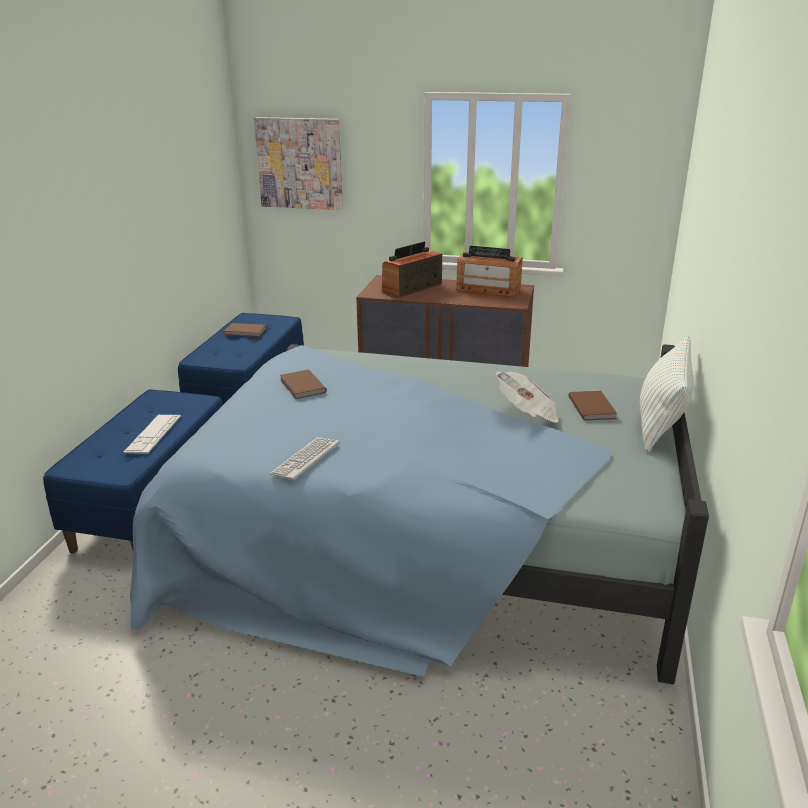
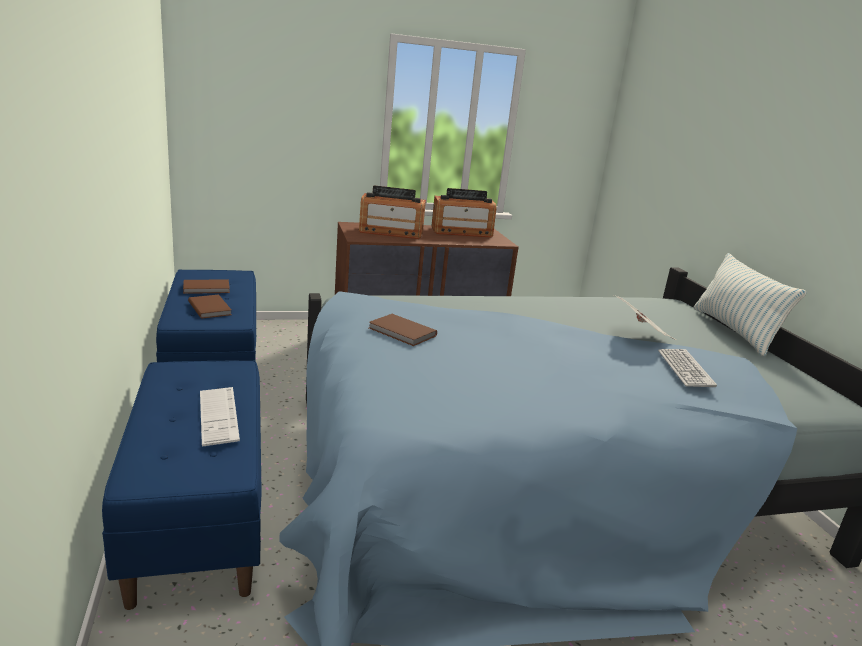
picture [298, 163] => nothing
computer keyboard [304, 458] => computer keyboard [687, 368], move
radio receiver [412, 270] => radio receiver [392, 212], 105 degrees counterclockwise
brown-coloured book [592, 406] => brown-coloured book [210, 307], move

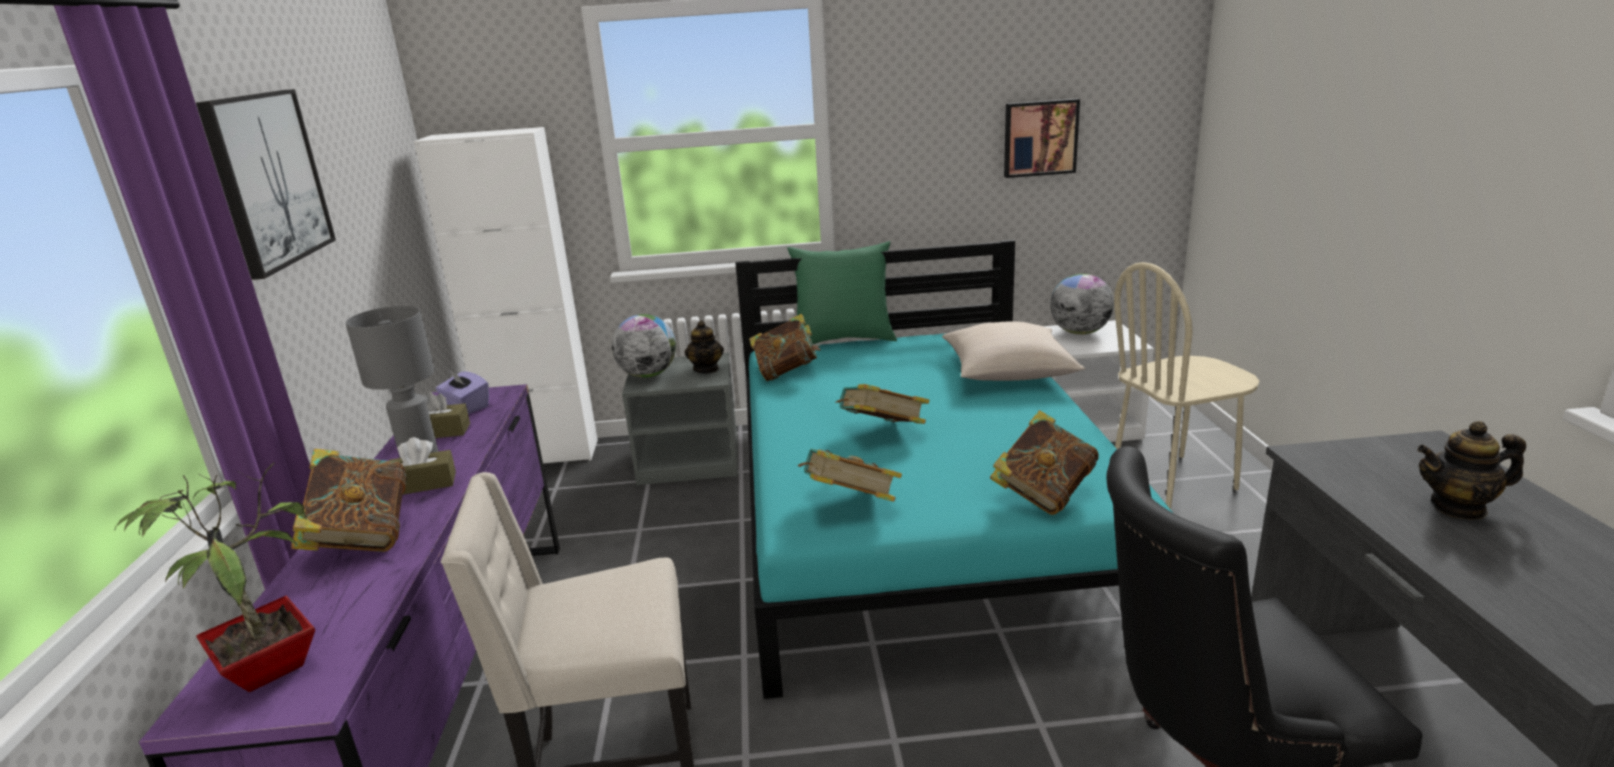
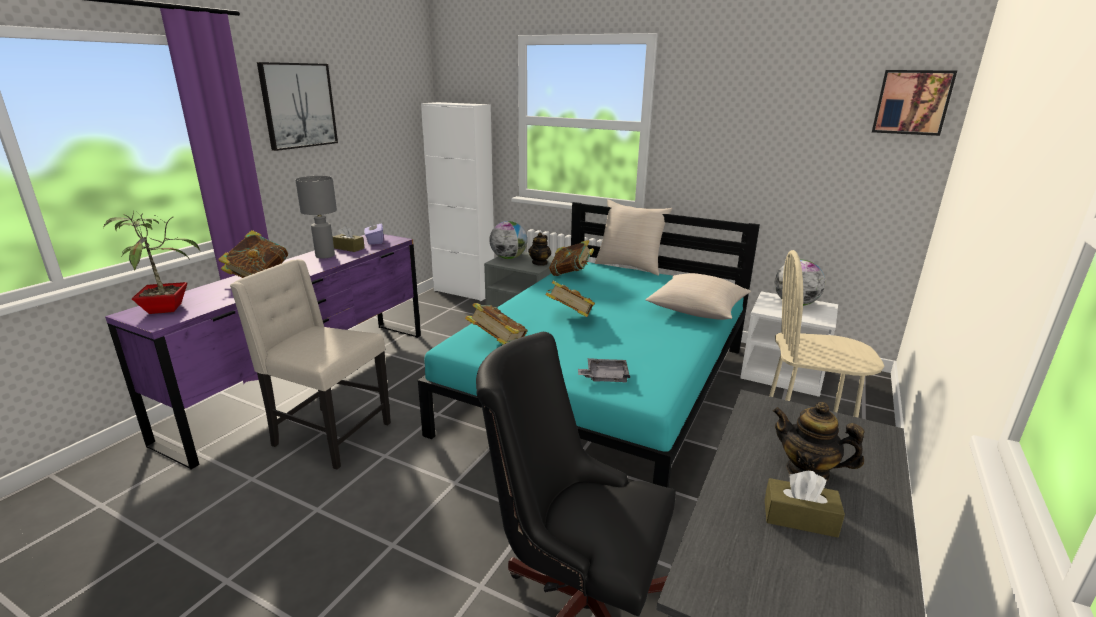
brown-coloured tissue holder [422, 466] => brown-coloured tissue holder [805, 504], move
green throw pillow [842, 292] => beige throw pillow [633, 237]
book [1044, 462] => gray tray [604, 370]
picture [1042, 138] => picture [914, 103], move

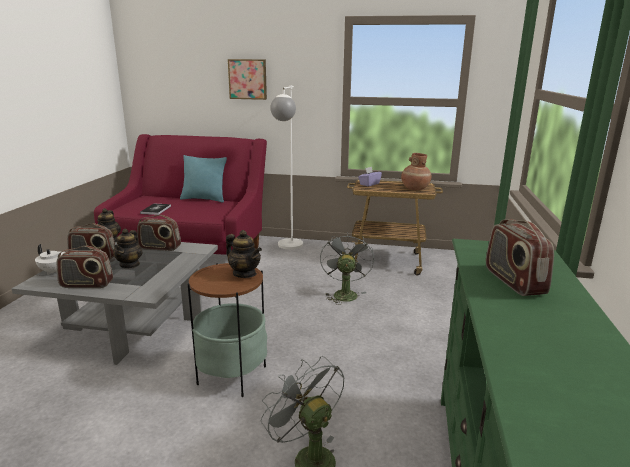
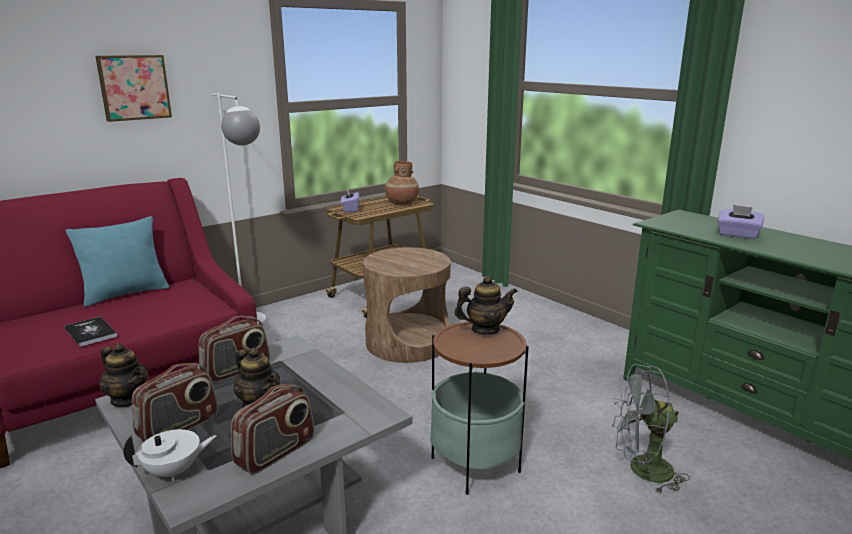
gray electric fan [347, 268] => brown-coloured accent table [407, 305]
radio receiver [520, 257] => purple tissue holder [741, 222]

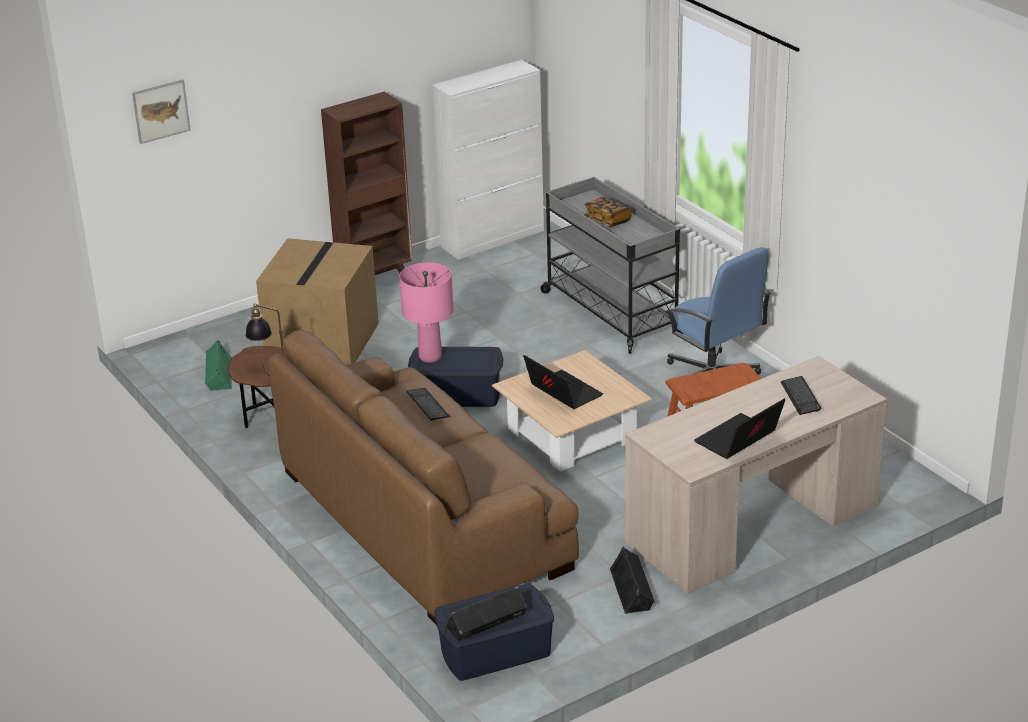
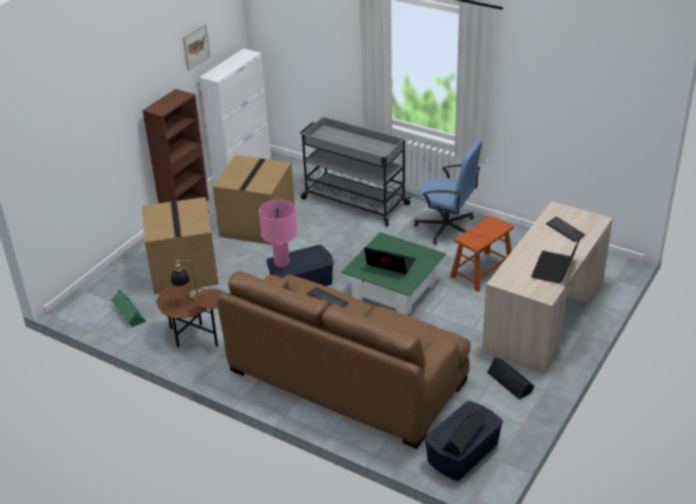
picture [161, 112] => picture [196, 47], move
beige lounge table [572, 410] => green lounge table [393, 273]
book [608, 212] => nothing
nothing => carton [254, 200]

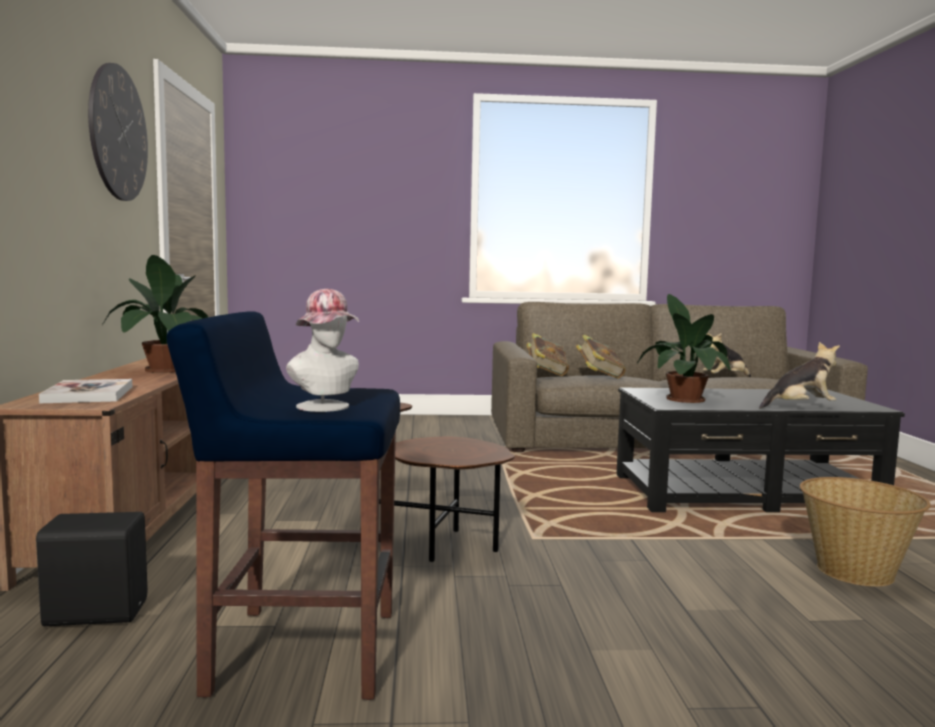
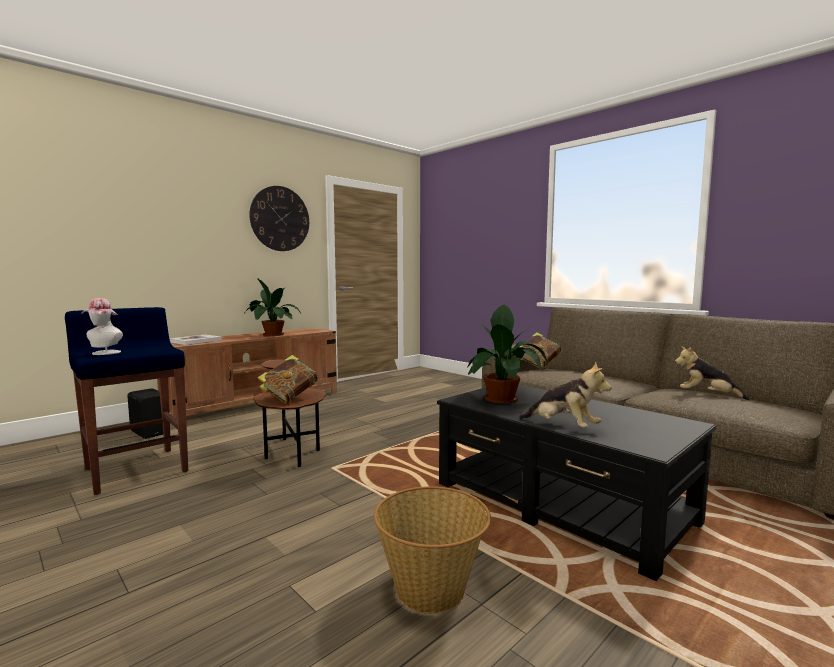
book [601, 357] => book [288, 379], move

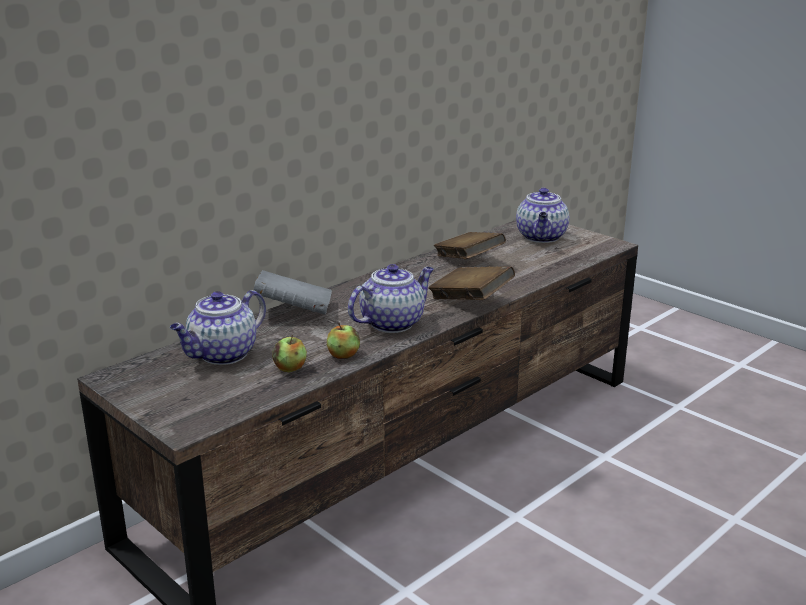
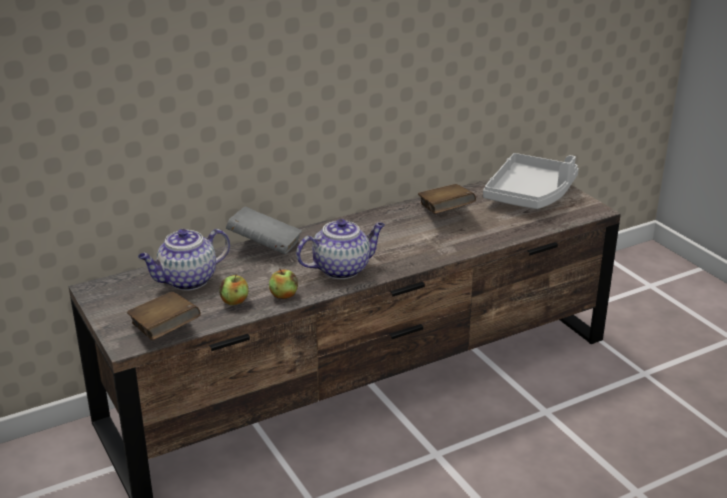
brown-coloured book [471, 283] => brown-coloured book [164, 316], move
teapot [542, 215] => gray tray [531, 181]

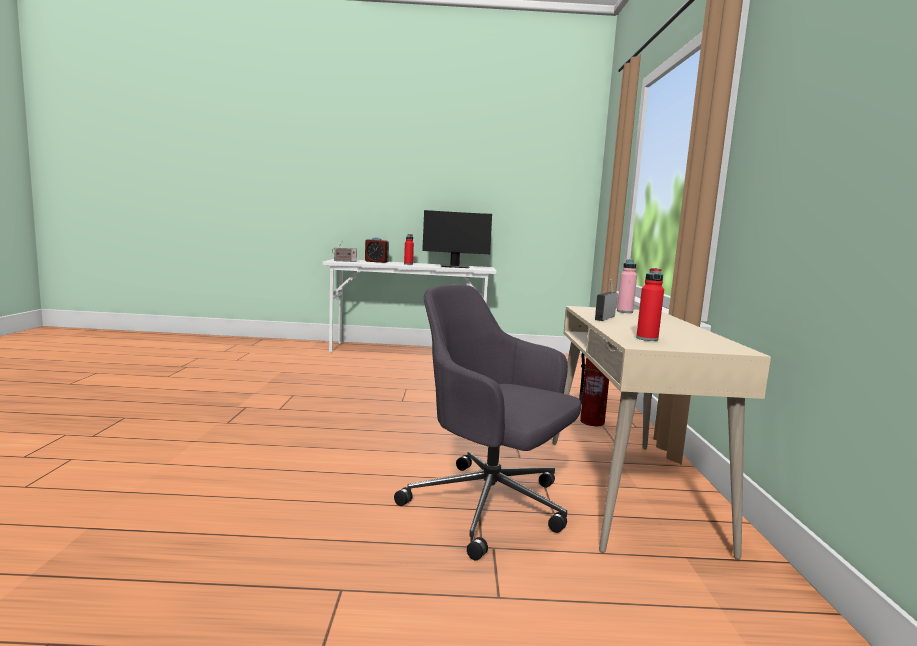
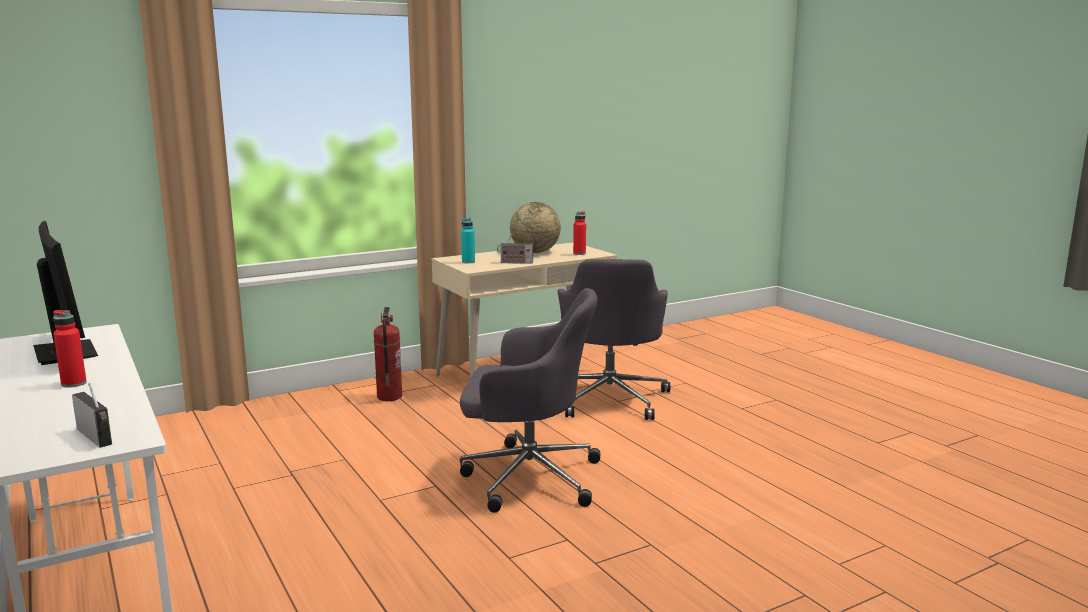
table clock [377, 250] => nothing
pink bottle [627, 286] => turquoise bottle [468, 240]
nothing => gray computer chair [530, 400]
nothing => globe [535, 227]

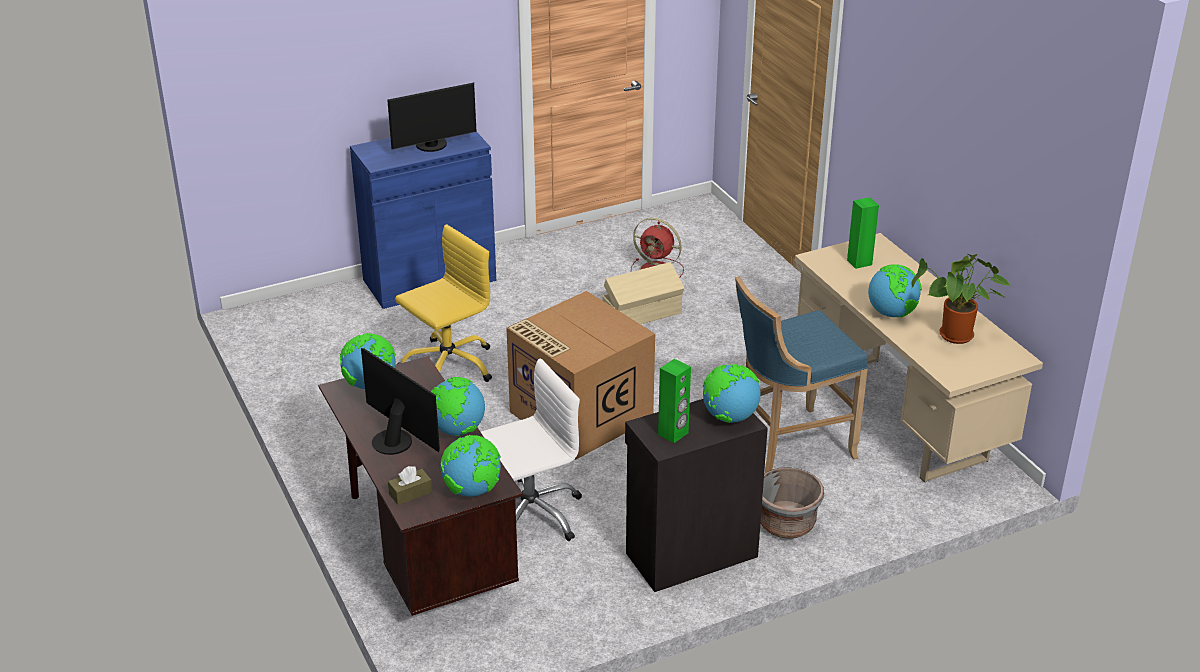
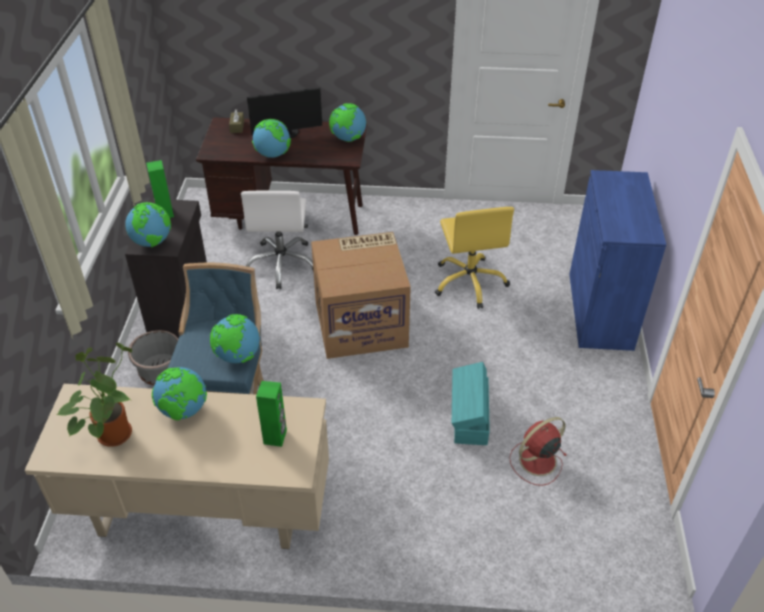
computer screen [431, 117] => nothing
globe [470, 466] => globe [235, 338], move
beige storage container [643, 293] => turquoise storage container [471, 403]

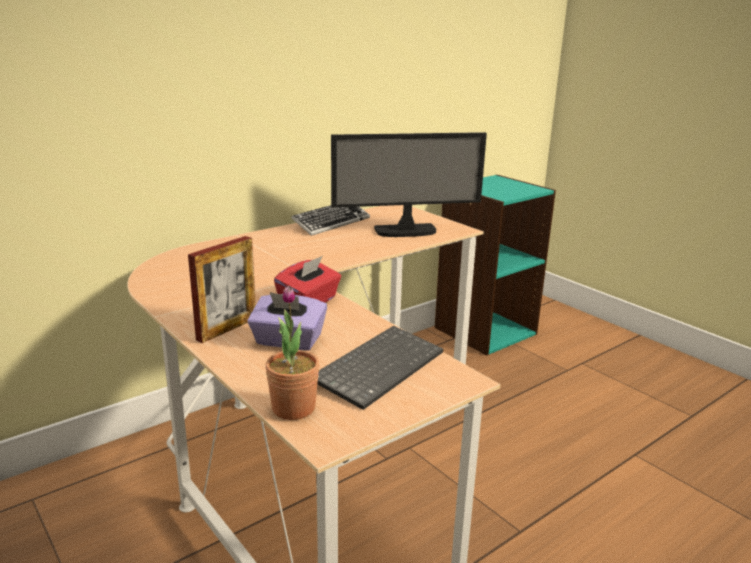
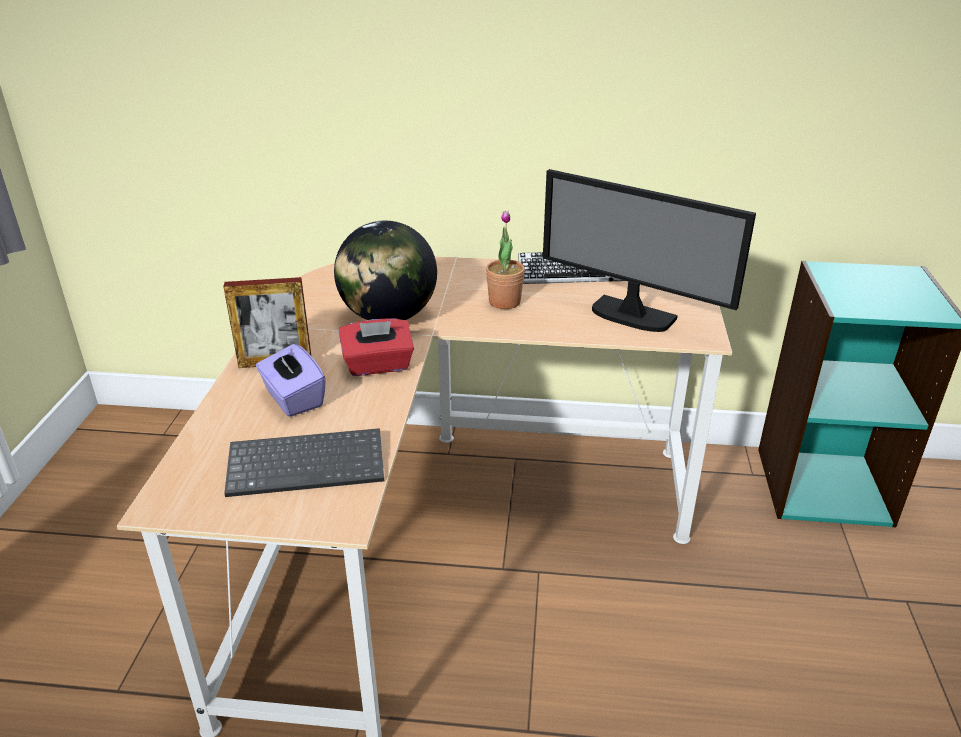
plant in a pot [292, 353] => plant in a pot [505, 260], move
nothing => globe [385, 270]

